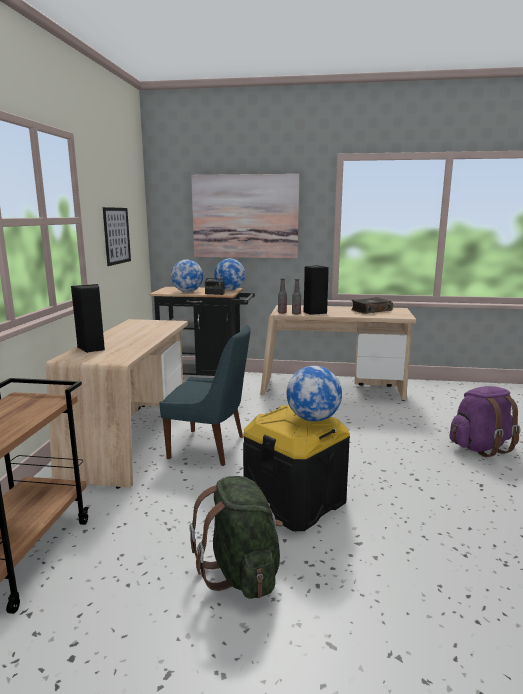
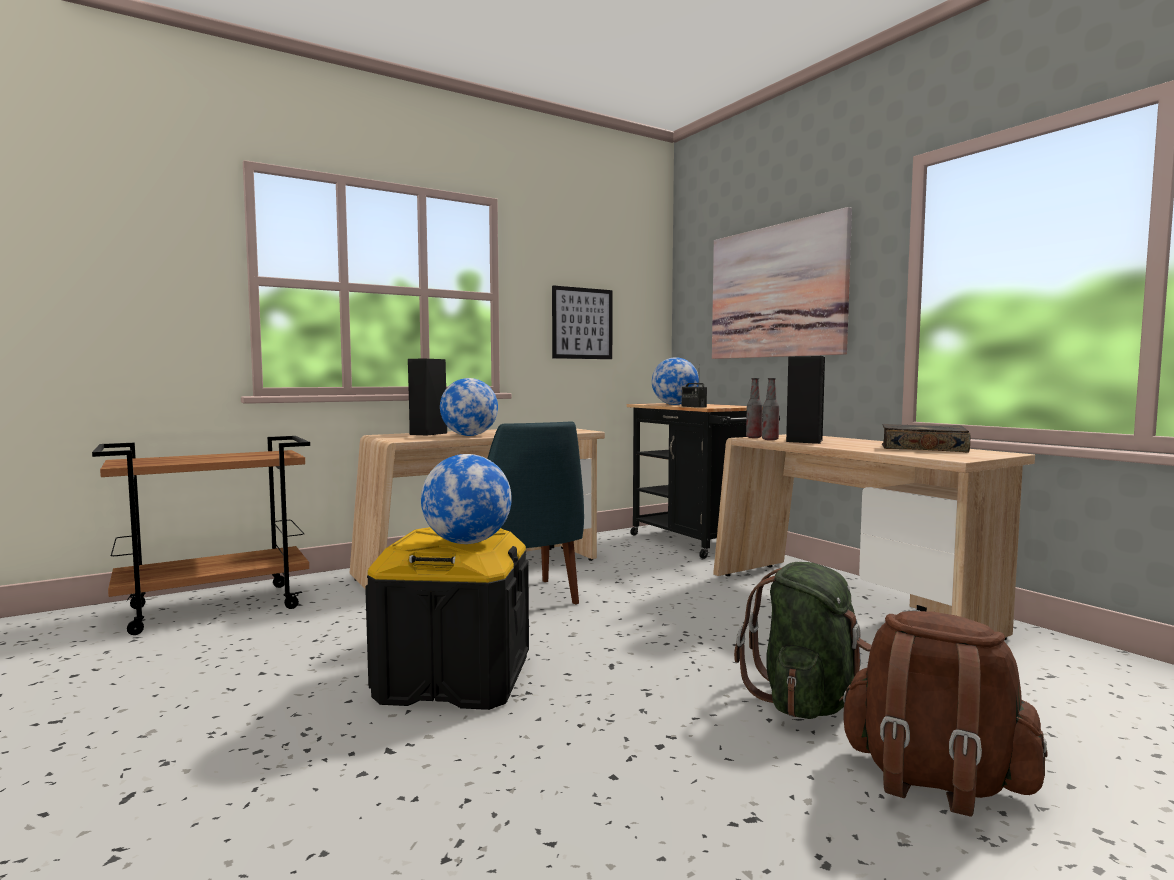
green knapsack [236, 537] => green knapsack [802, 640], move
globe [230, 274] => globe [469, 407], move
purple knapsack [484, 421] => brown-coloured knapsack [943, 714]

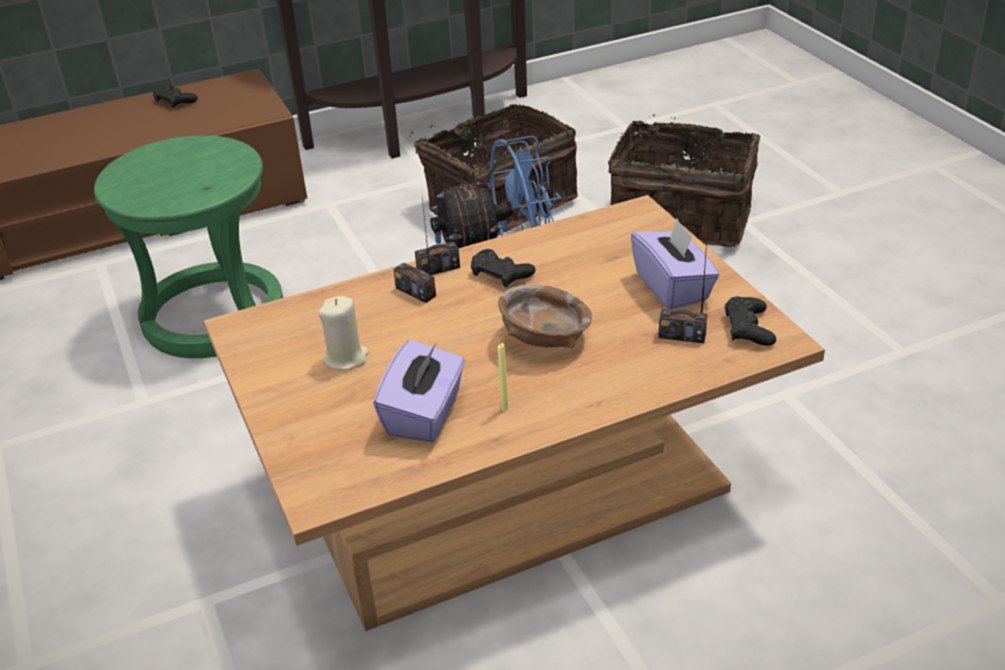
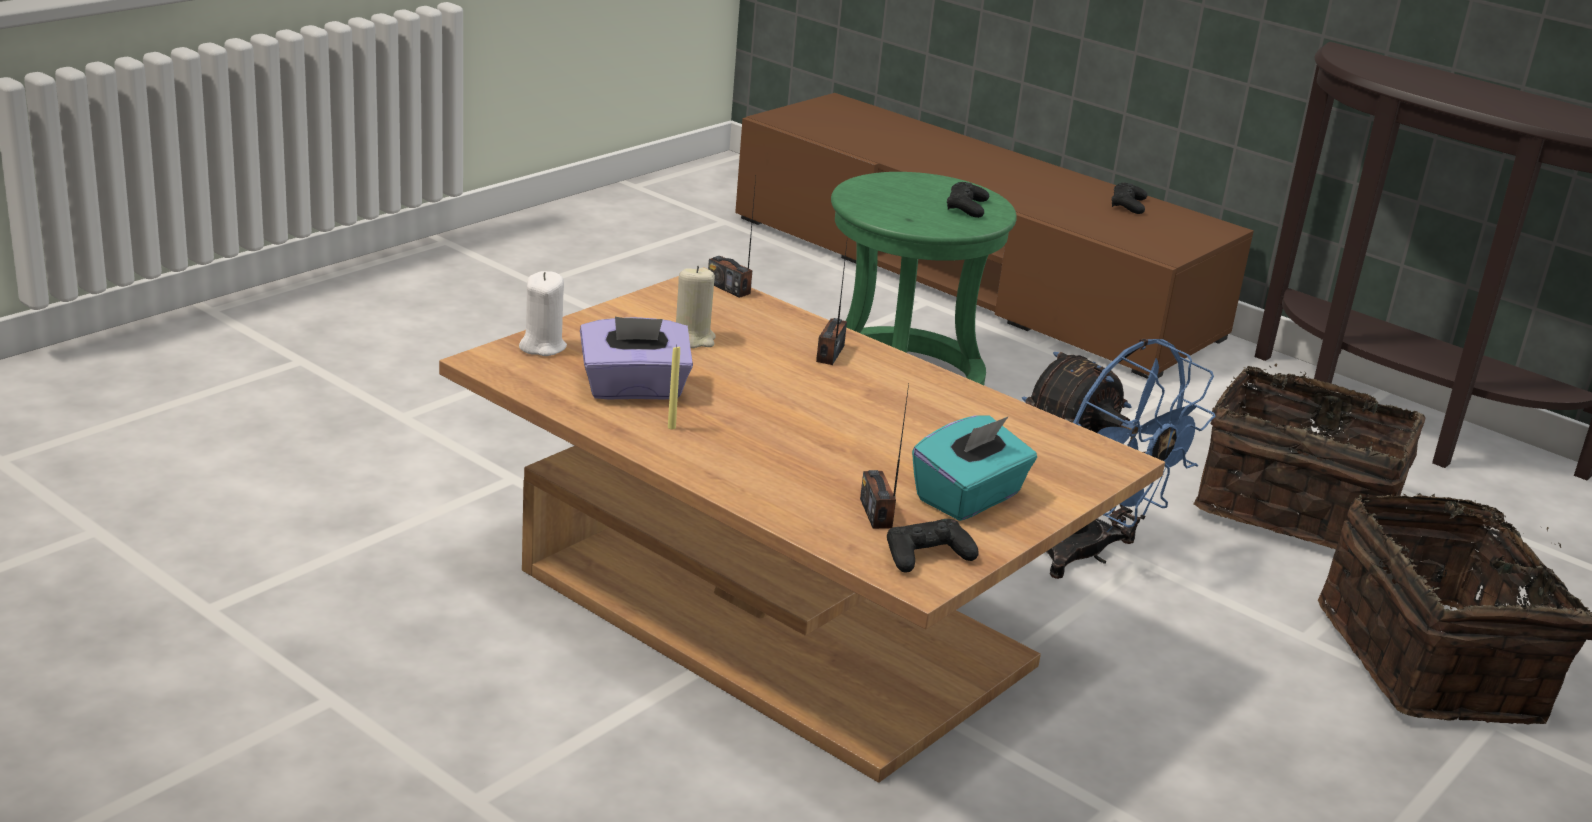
radio receiver [437, 221] => radio receiver [732, 237], move
black game controller [503, 268] => black game controller [968, 200], move
brown-coloured deep dish [545, 316] => nothing
purple tissue holder [675, 264] => turquoise tissue holder [974, 468]
nothing => white-coloured candle [543, 313]

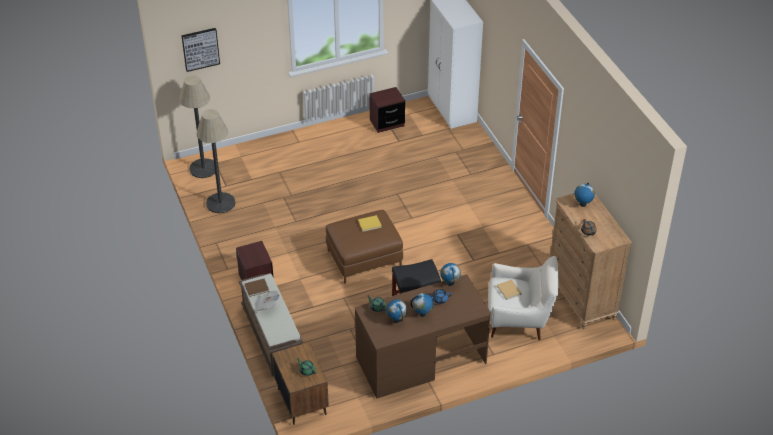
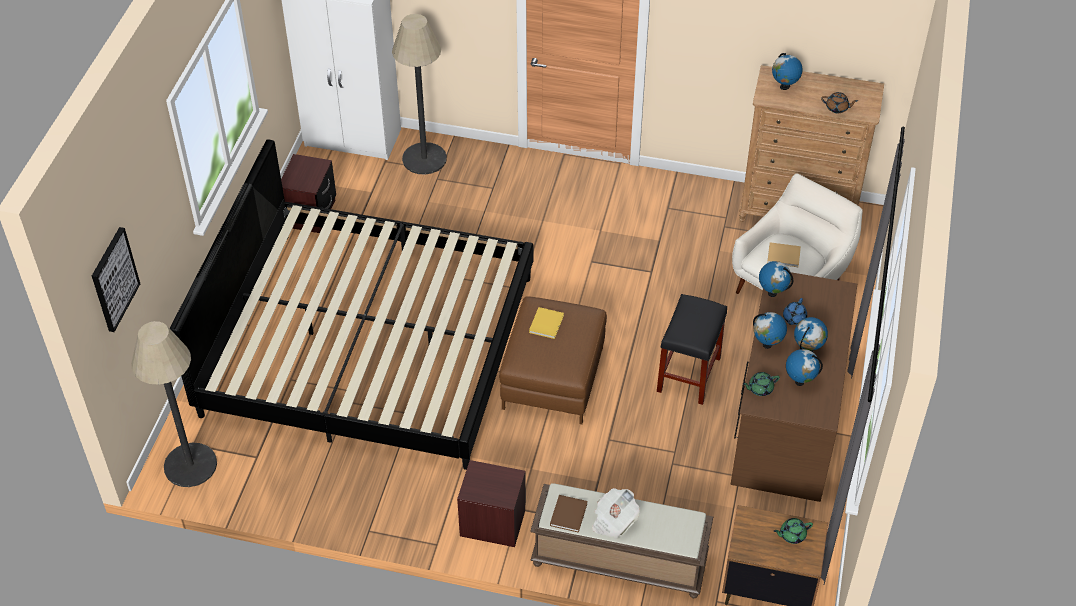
standing lamp [216, 161] => standing lamp [419, 94], move
nothing => sleeping bed [351, 304]
nothing => globe [770, 330]

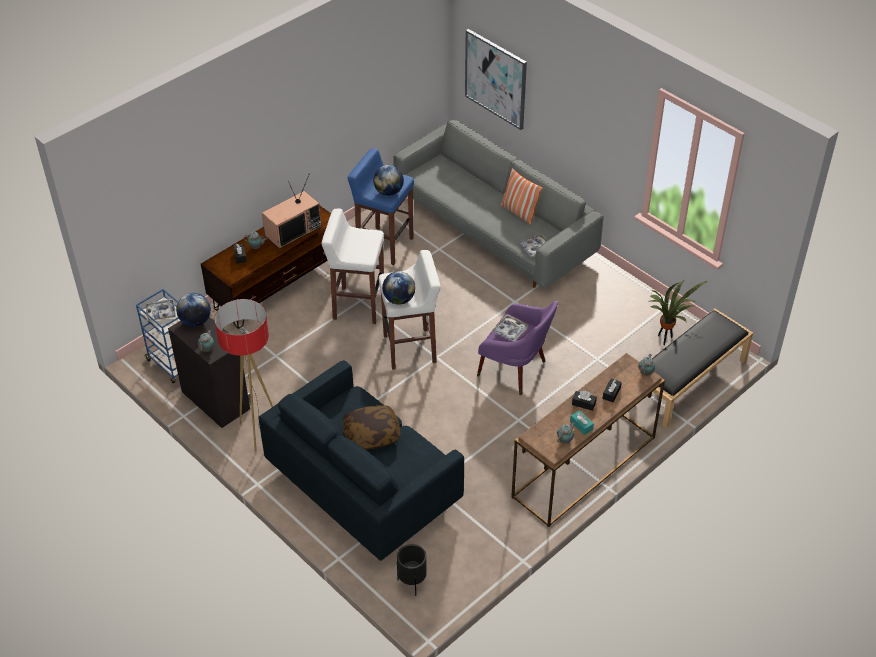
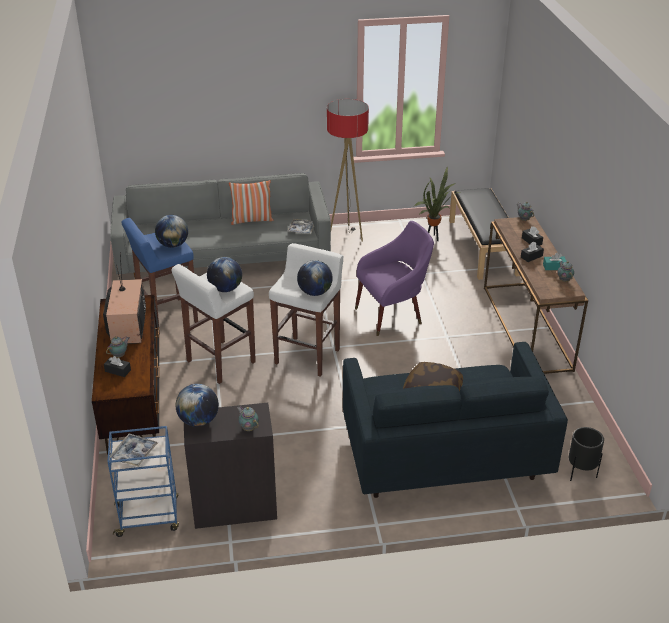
standing lamp [244, 375] => standing lamp [348, 170], move
picture [496, 79] => nothing
tray [510, 328] => nothing
nothing => globe [224, 274]

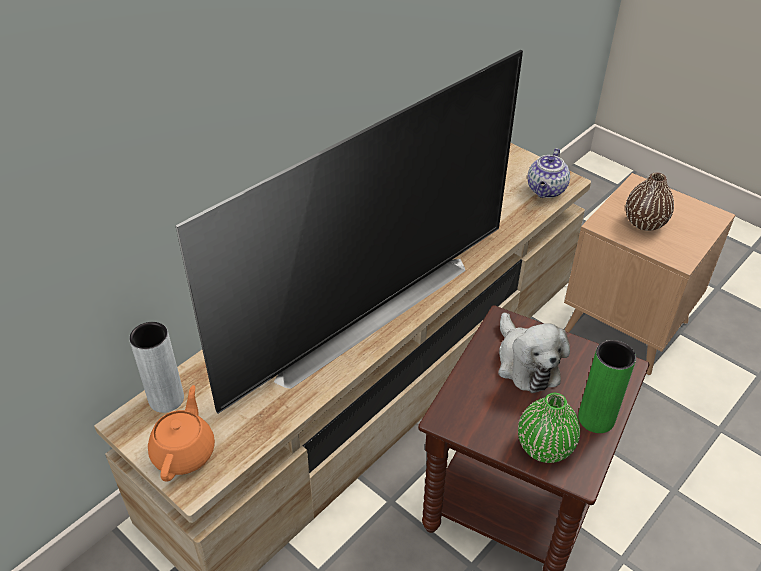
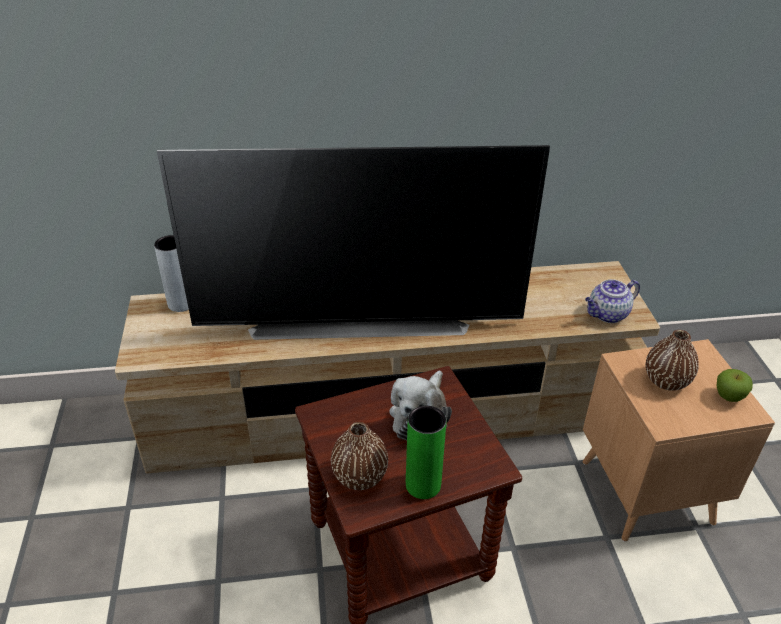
orange-coloured teapot [181, 433] => nothing
green vase [549, 428] => brown-coloured vase [359, 456]
nothing => apple fruit [734, 385]

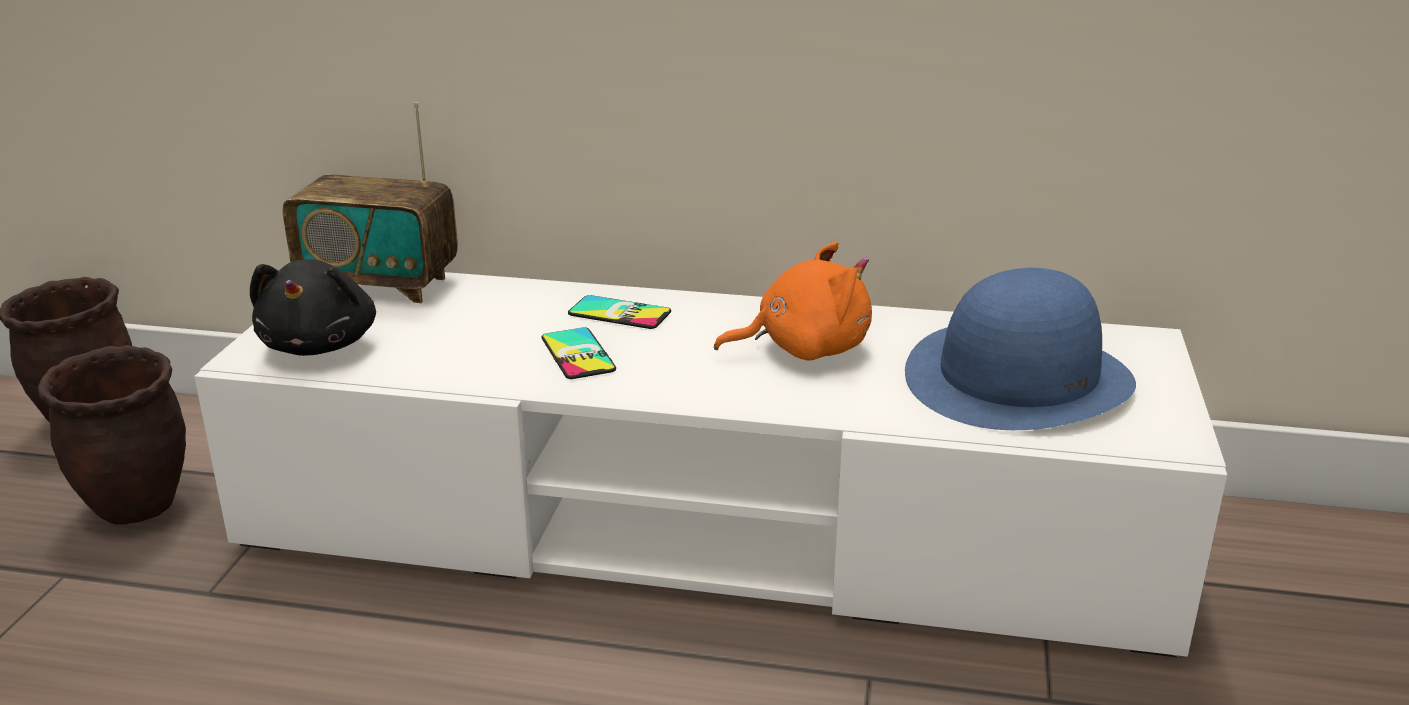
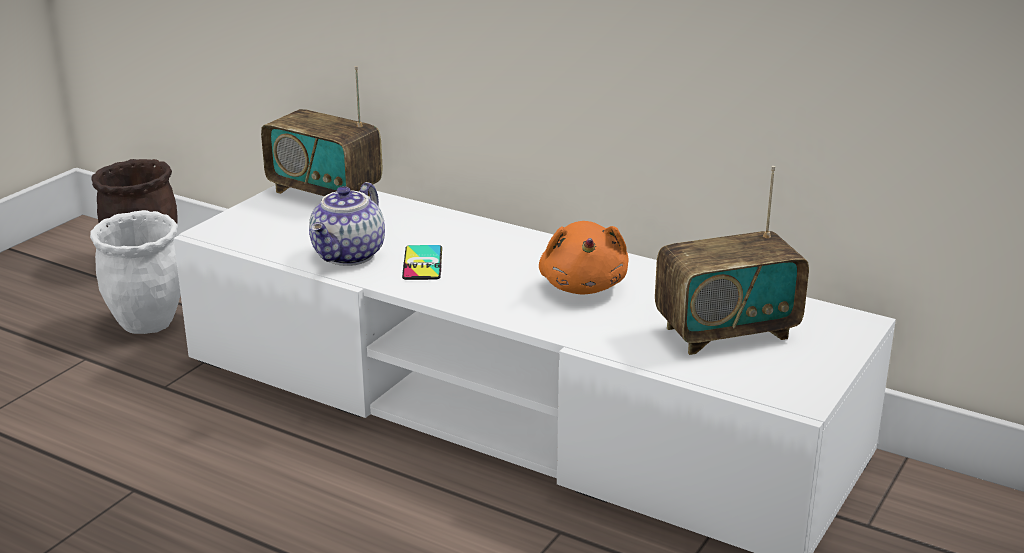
brown-coloured plant pot [111, 434] => white-coloured plant pot [135, 272]
black plush toy [313, 307] => nothing
phone [619, 312] => nothing
orange-coloured plush toy [793, 301] => orange-coloured plush toy [584, 258], 75 degrees clockwise
blue-coloured hat [1020, 349] => radio receiver [732, 260]
nothing => teapot [347, 224]

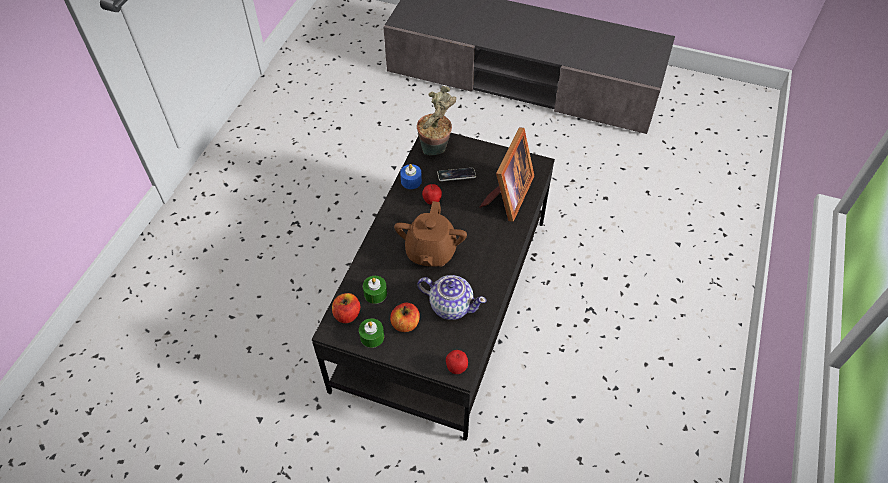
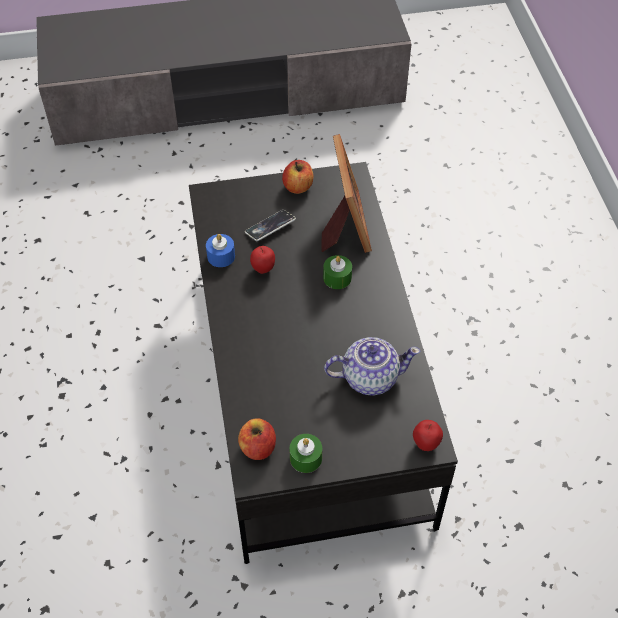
green candle [375, 290] => green candle [337, 272], move
apple fruit [405, 317] => apple fruit [297, 177], move
brown-coloured teapot [430, 234] => nothing
plant in a pot [436, 120] => nothing

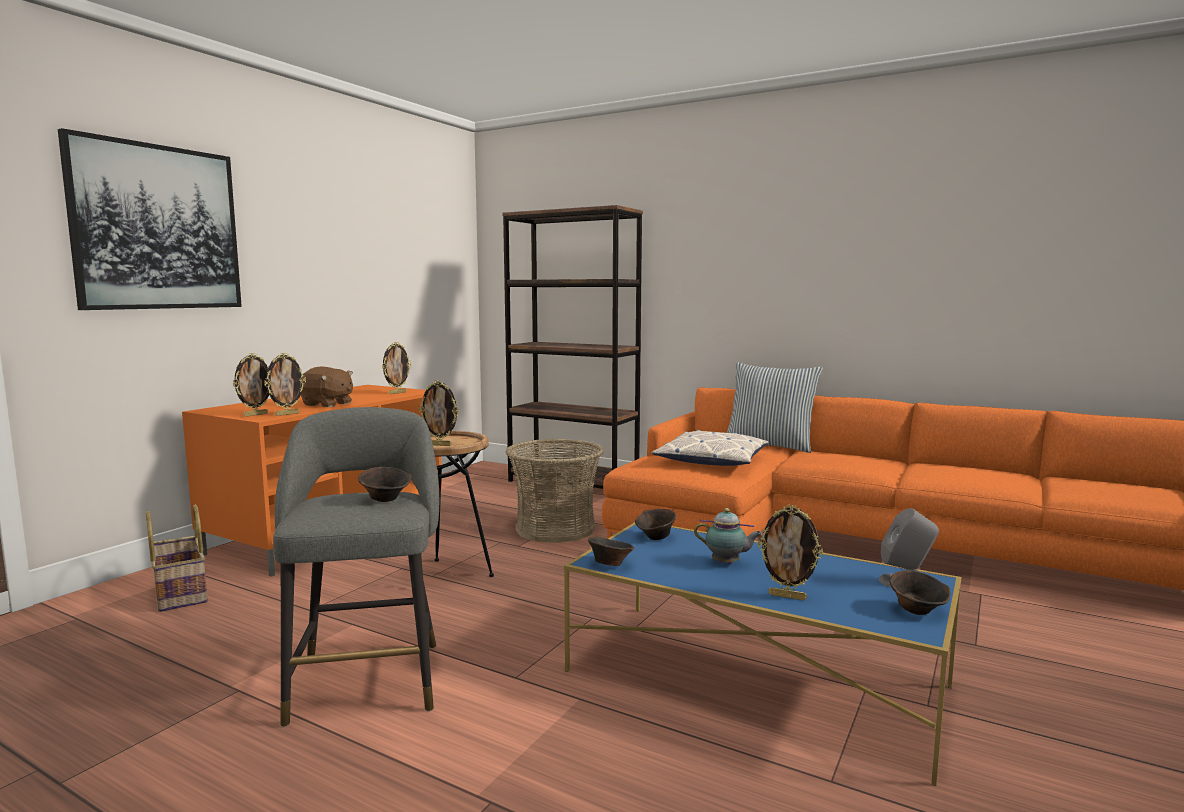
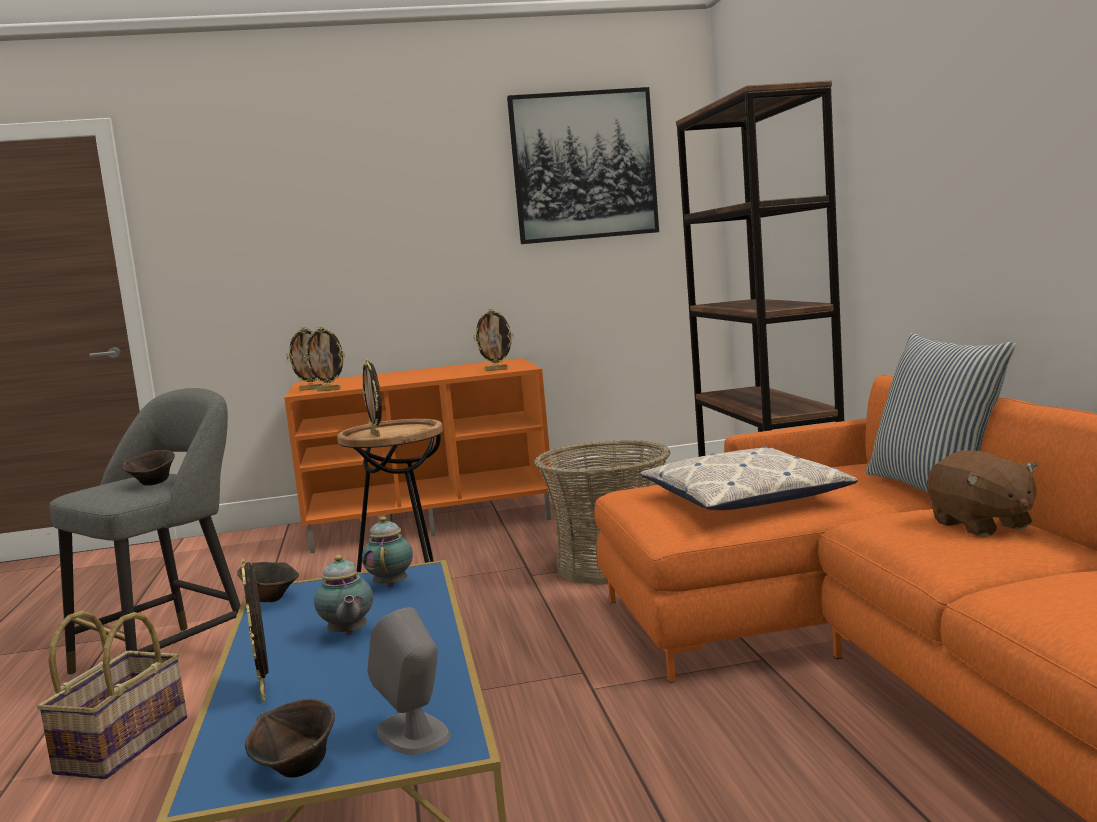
picture [150, 219] => picture [583, 165], move
household basket [177, 558] => household basket [112, 695], move
brown-coloured plush toy [327, 387] => brown-coloured plush toy [982, 493], move
brown-coloured deep dish [655, 524] => teapot [387, 552]

